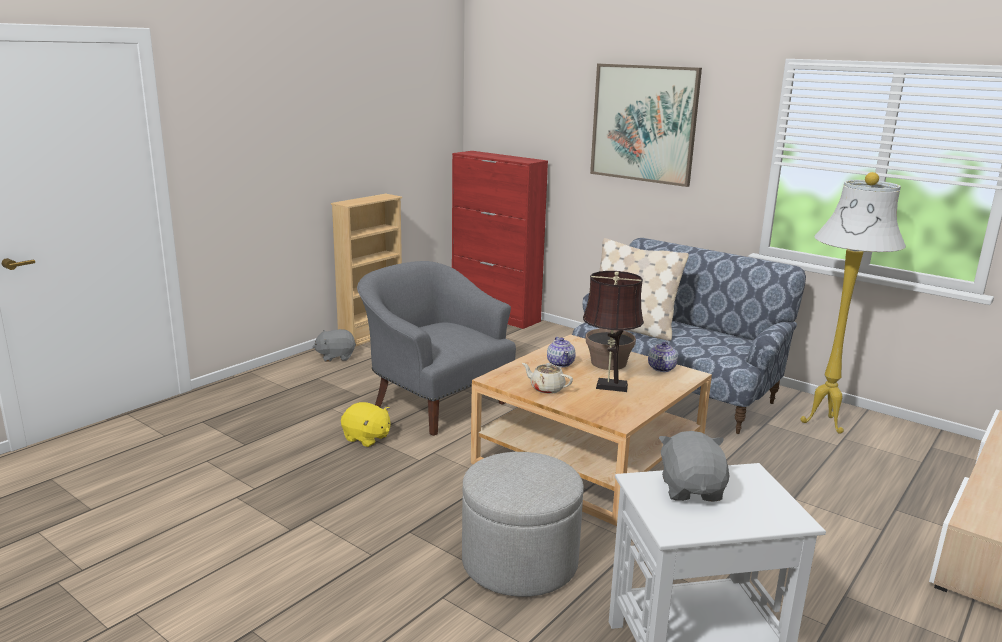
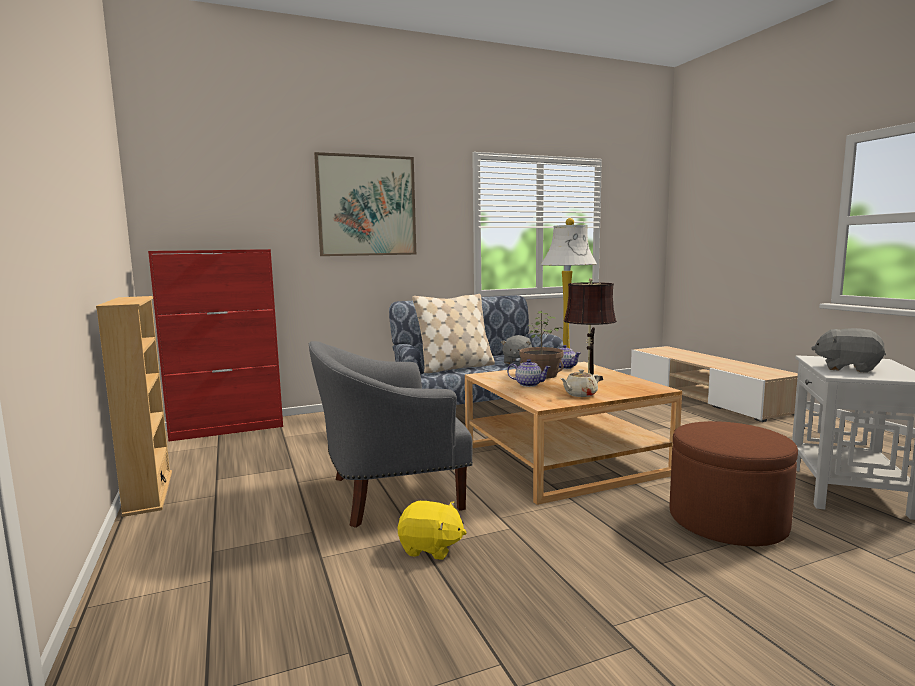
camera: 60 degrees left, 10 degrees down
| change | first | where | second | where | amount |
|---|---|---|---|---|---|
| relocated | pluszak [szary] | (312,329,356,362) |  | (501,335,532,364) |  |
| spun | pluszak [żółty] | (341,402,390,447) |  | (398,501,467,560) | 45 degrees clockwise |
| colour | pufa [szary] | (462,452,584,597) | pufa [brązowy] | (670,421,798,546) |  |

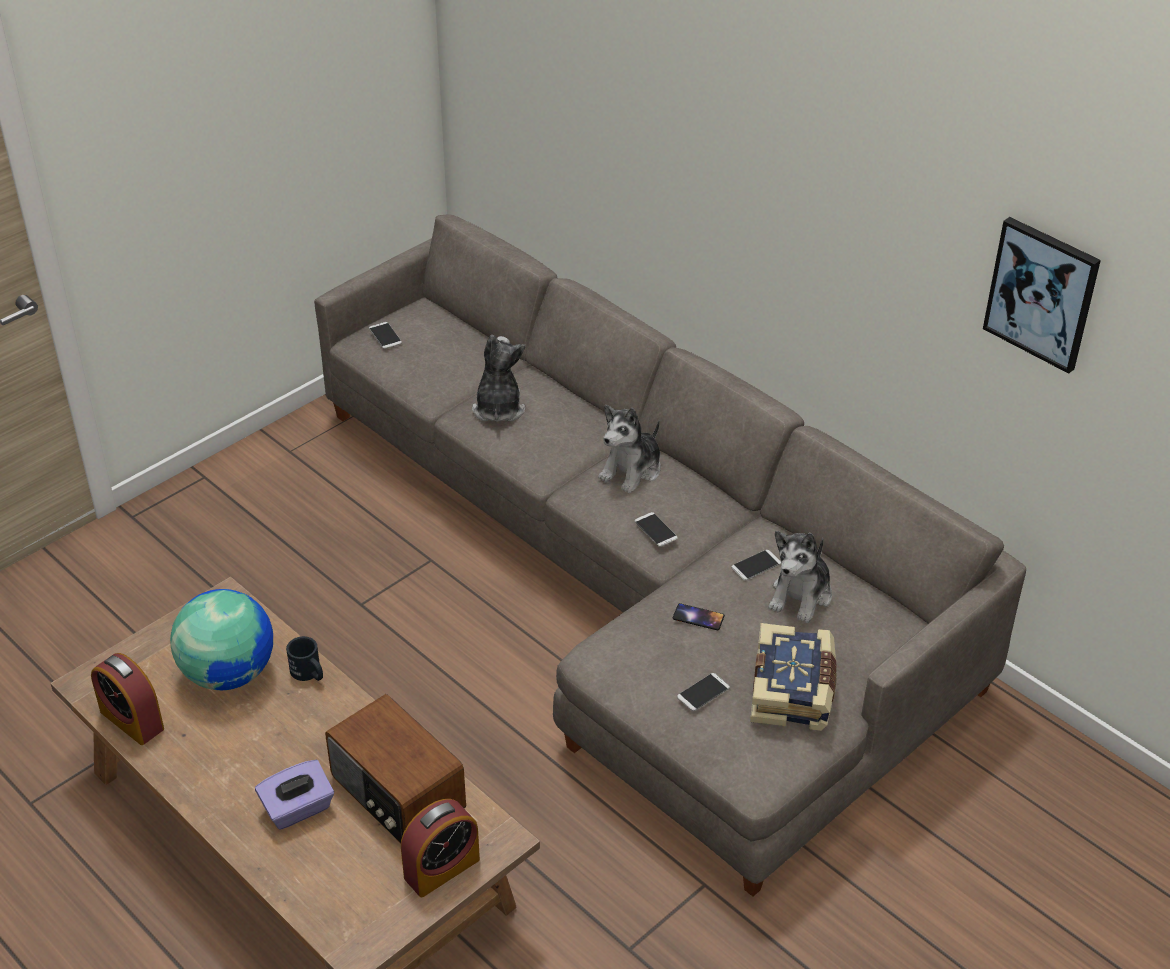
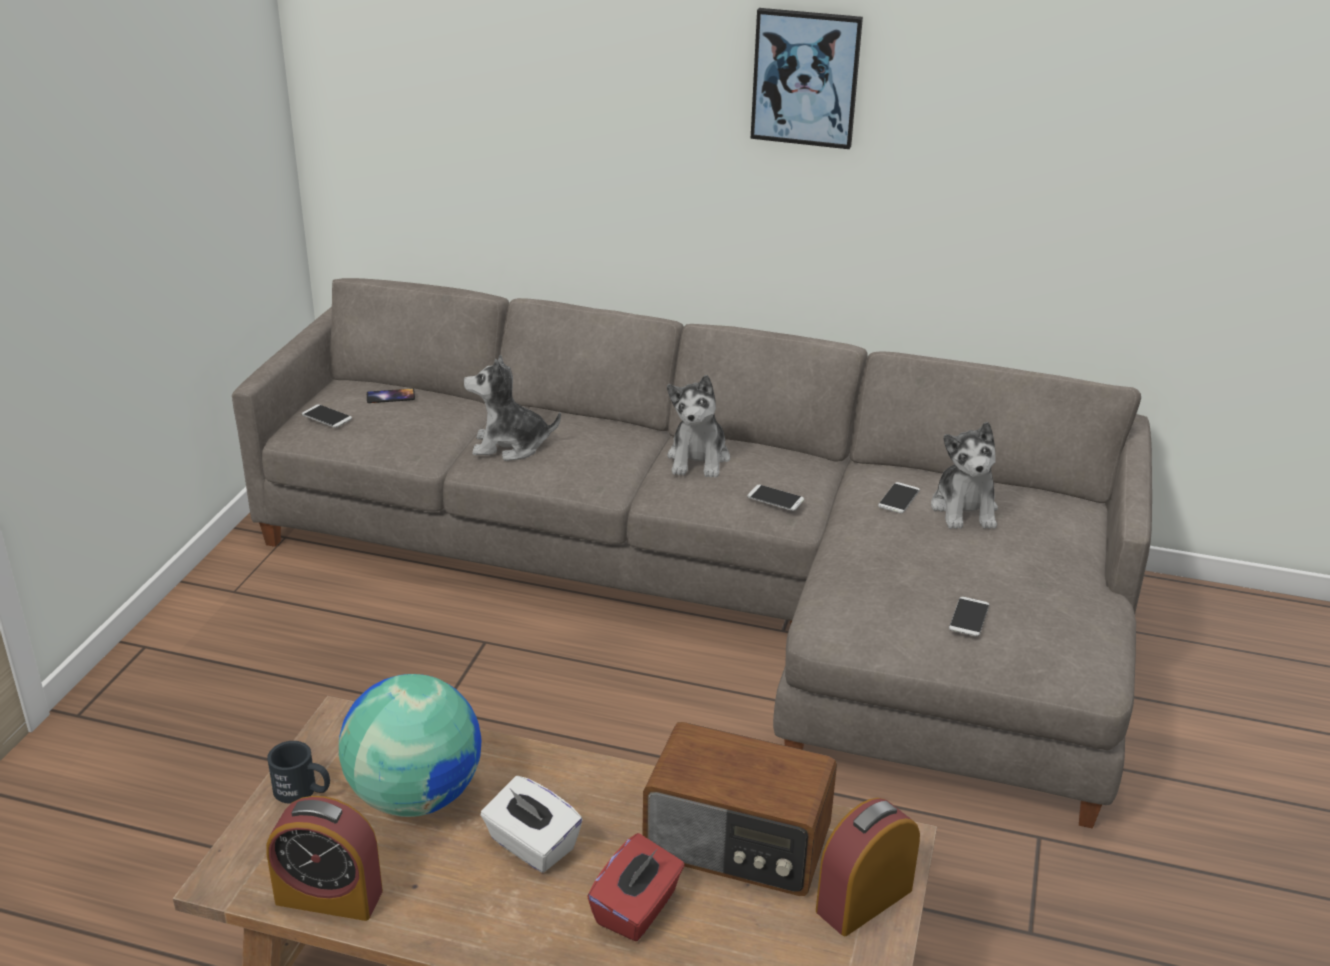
camera: 30 degrees left, 10 degrees down
| change | first | where | second | where | amount |
|---|---|---|---|---|---|
| colour | pudełko chusteczek [fioletowy] | (255,760,334,830) | pudełko chusteczek [czerwony] | (587,833,685,941) |  |
| relocated | kubek [czarny] | (286,636,323,681) |  | (267,741,330,804) |  |
| spun | budzik | (401,799,480,897) |  | (816,798,920,936) | 150 degrees counterclockwise |
| spun | pluszak | (472,335,526,422) |  | (464,355,561,461) | 60 degrees counterclockwise |
| relocated | telefon | (673,603,725,630) |  | (367,388,415,403) |  |
| missing | książka | (750,623,836,731) |  |  |  |
| relocated | obraz | (983,217,1101,374) |  | (750,8,863,149) |  |
| appeared |  |  | pudełko chusteczek [biały] | (481,776,583,873) |  |

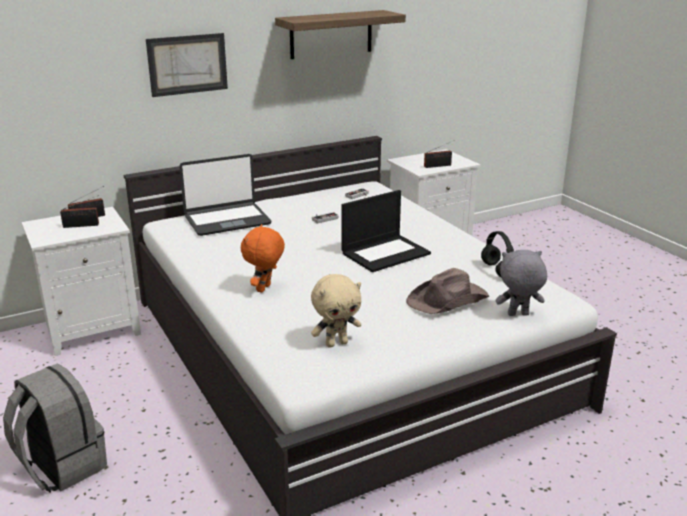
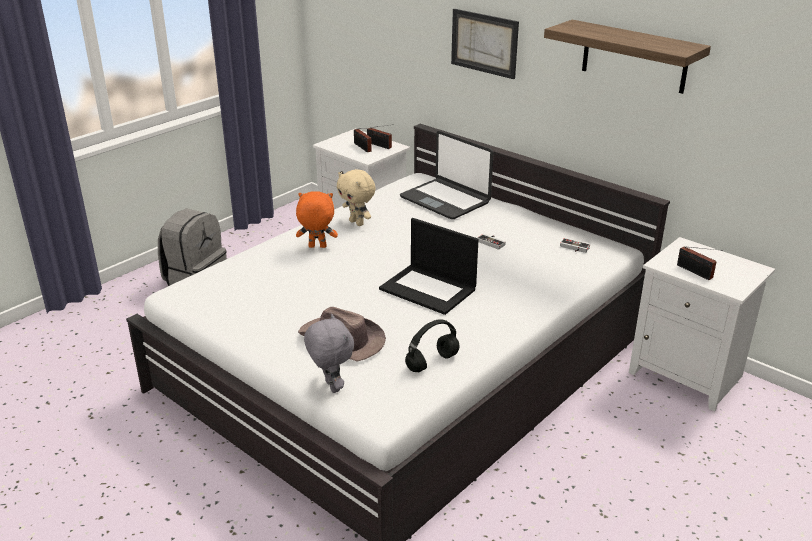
camera: 70 degrees right, 5 degrees up
| change | first | where | second | where | amount |
|---|---|---|---|---|---|
| relocated | pluszak [beżowy] | (311,274,361,348) |  | (337,169,376,226) |  |

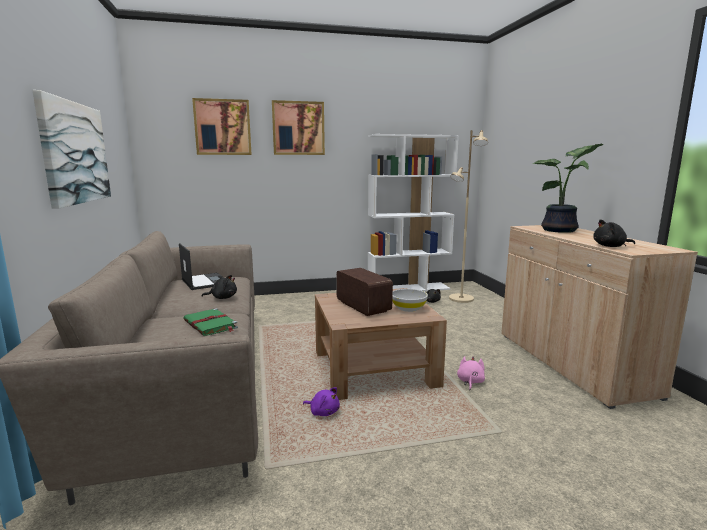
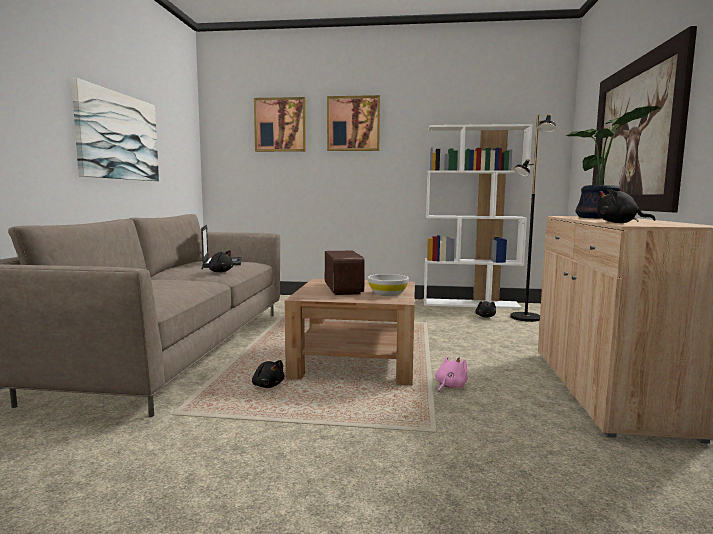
camera: 20 degrees right, 5 degrees down
| change | first | where | second | where | amount |
|---|---|---|---|---|---|
| missing | książka [zielony] | (184,308,238,336) |  |  |  |
| colour | pluszak [fioletowy] | (303,387,340,416) | pluszak [czarny] | (252,360,285,388) |  |
| colour | lampa stojąca [beżowy] | (449,130,488,303) | lampa stojąca [czarny] | (510,113,556,322) |  |
| appeared |  |  | obraz | (592,26,697,212) |  |

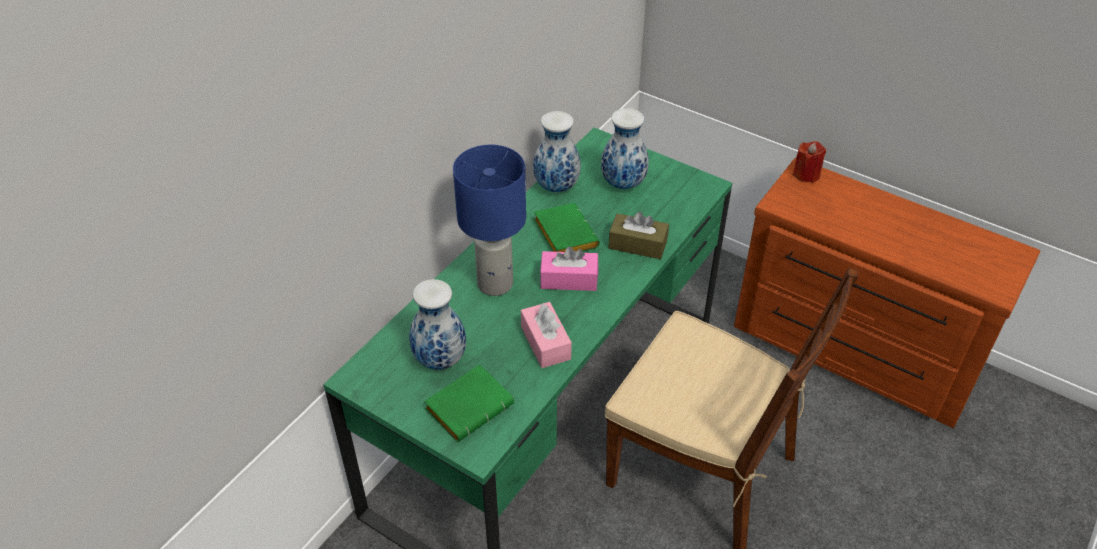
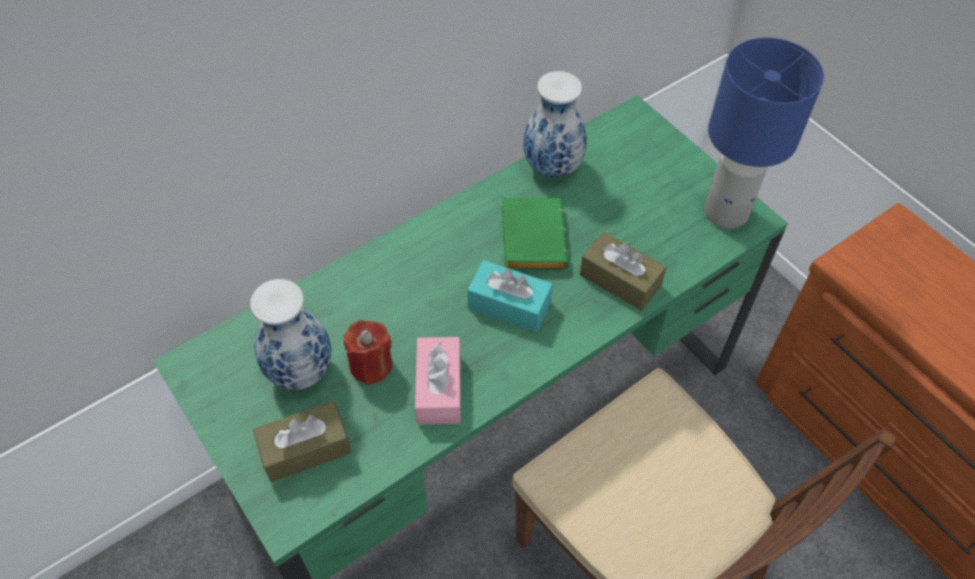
camera: 20 degrees right, 10 degrees up
| change | first | where | second | where | amount |
|---|---|---|---|---|---|
| exchanged | książka [zielony] | (424,365,514,442) | pudełko chusteczek [brązowy] | (253,401,351,482) |  |
| relocated | lampa stołowa [niebieski] | (453,145,526,296) |  | (705,38,824,229) |  |
| colour | pudełko chusteczek [różowy] | (540,246,598,291) | pudełko chusteczek [turkusowy] | (467,260,553,332) |  |
| missing | wazon | (601,108,649,189) |  |  |  |
| relocated | świeca [czerwony] | (793,141,826,183) |  | (344,321,392,385) |  |

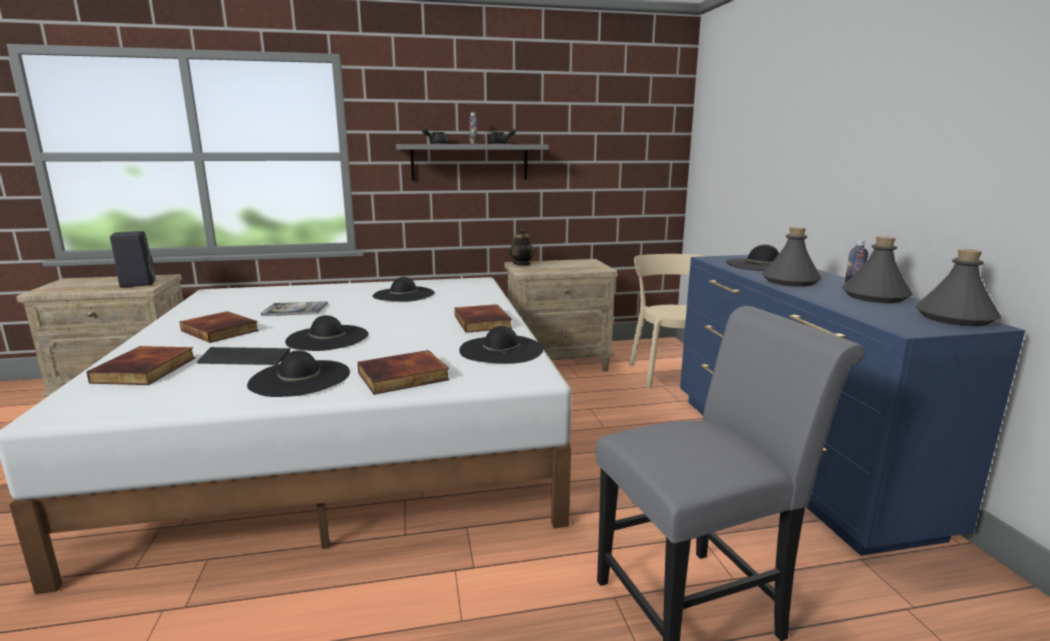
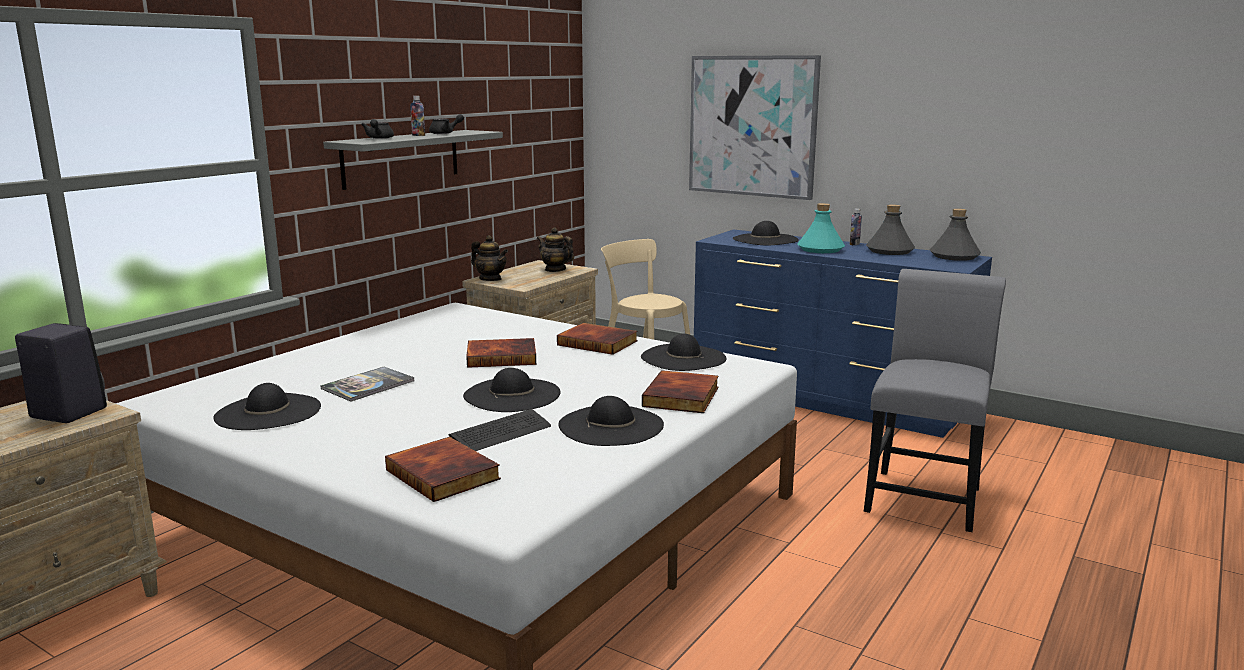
camera: 45 degrees left, 0 degrees up
| change | first | where | second | where | amount |
|---|---|---|---|---|---|
| relocated | książka | (180,311,259,343) |  | (466,338,536,368) |  |
| relocated | kapelusz [czarny] | (373,277,435,302) |  | (213,383,321,430) |  |
| colour | butelka [szary] | (762,227,822,287) | butelka [turkusowy] | (797,203,845,253) |  |
| appeared |  |  | imbryk | (537,227,574,272) |  |
| appeared |  |  | obraz | (689,55,821,200) |  |

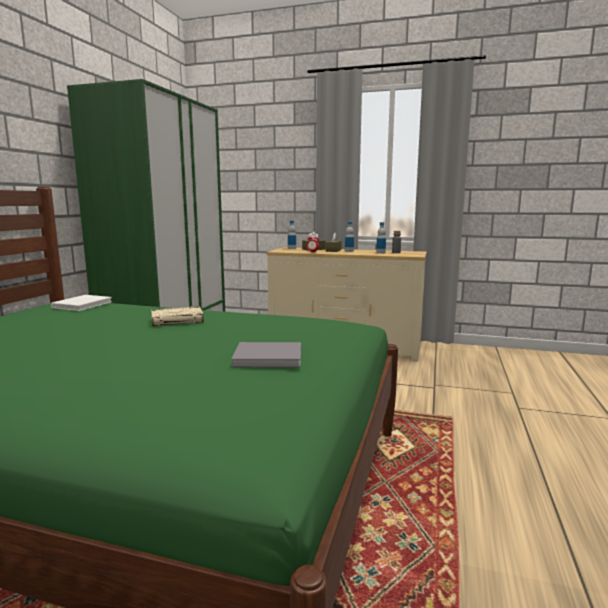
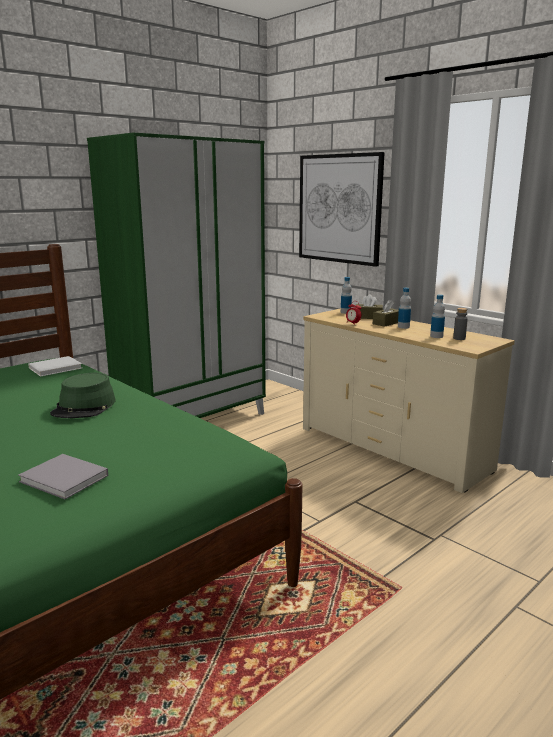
camera: 30 degrees right, 5 degrees up
| change | first | where | second | where | amount |
|---|---|---|---|---|---|
| exchanged | książka [beżowy] | (152,307,204,326) | kapelusz [zielony] | (50,373,116,418) |  |
| appeared |  |  | obraz | (299,152,385,267) |  |

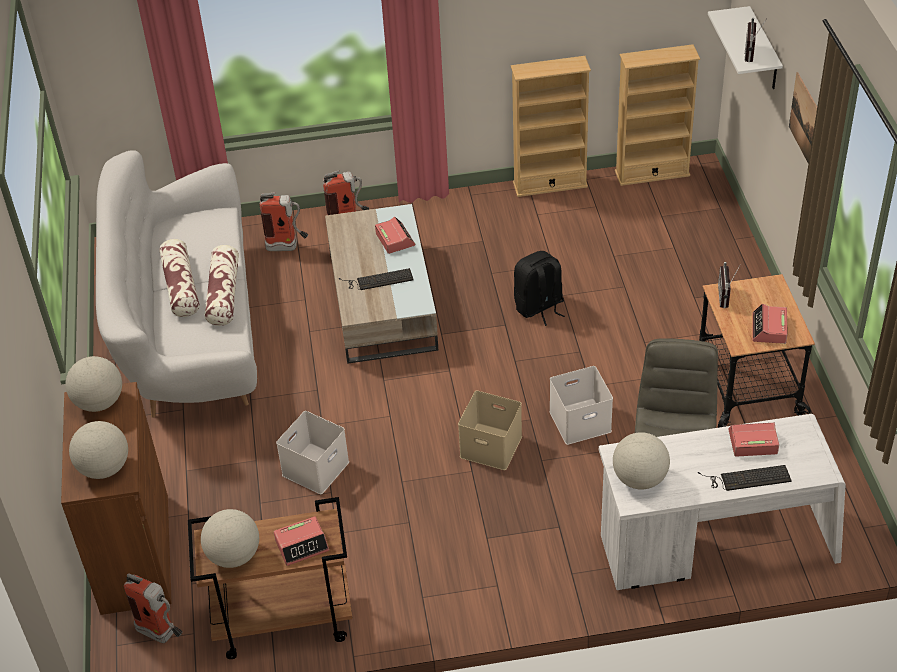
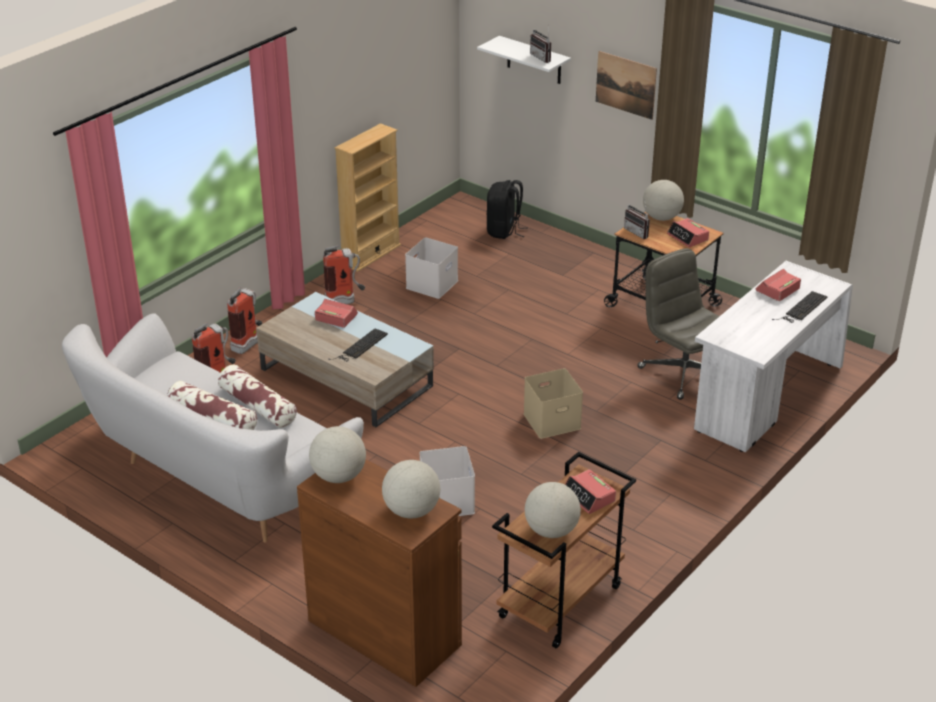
camera: 45 degrees left, 10 degrees down
| change | first | where | second | where | amount |
|---|---|---|---|---|---|
| relocated | gaśnica | (124,574,183,643) |  | (323,245,365,304) |  |
| spun | budzik | (274,516,329,566) |  | (565,469,616,514) | 120 degrees clockwise |
| relocated | plecak [czarny] | (514,251,565,326) |  | (487,180,528,239) |  |
| relocated | pojemnik do przechowywania [biały] | (549,366,613,445) |  | (405,237,458,299) |  |
| relocated | globus | (613,432,670,489) |  | (643,180,684,221) |  |
| missing | regał [beżowy] | (615,44,700,186) |  |  |  |

